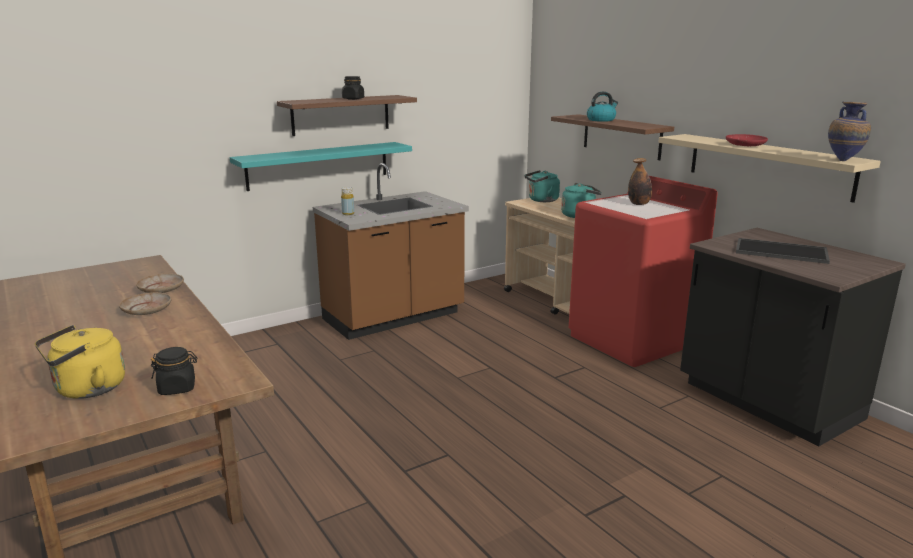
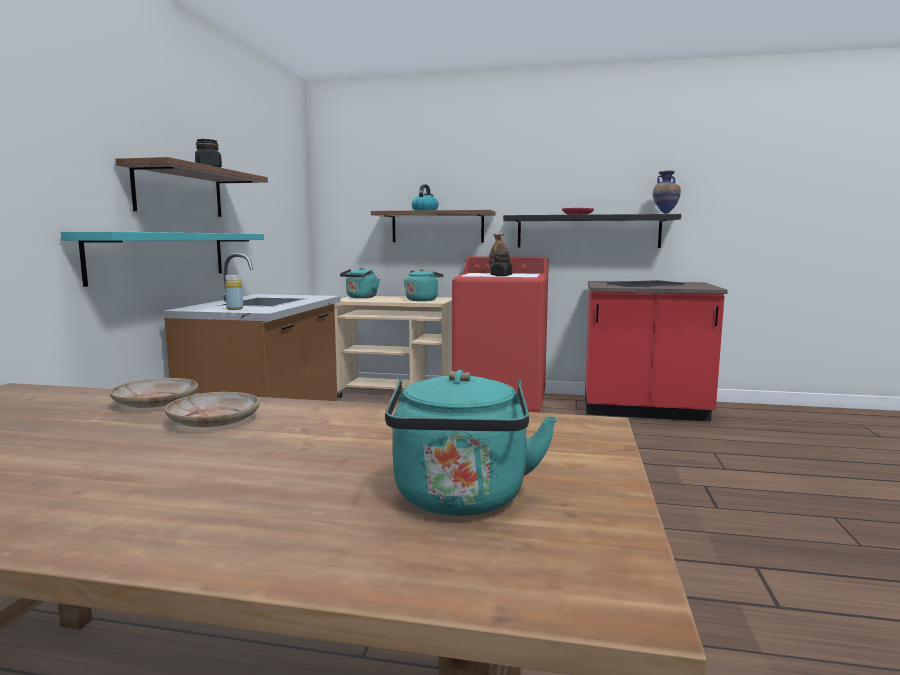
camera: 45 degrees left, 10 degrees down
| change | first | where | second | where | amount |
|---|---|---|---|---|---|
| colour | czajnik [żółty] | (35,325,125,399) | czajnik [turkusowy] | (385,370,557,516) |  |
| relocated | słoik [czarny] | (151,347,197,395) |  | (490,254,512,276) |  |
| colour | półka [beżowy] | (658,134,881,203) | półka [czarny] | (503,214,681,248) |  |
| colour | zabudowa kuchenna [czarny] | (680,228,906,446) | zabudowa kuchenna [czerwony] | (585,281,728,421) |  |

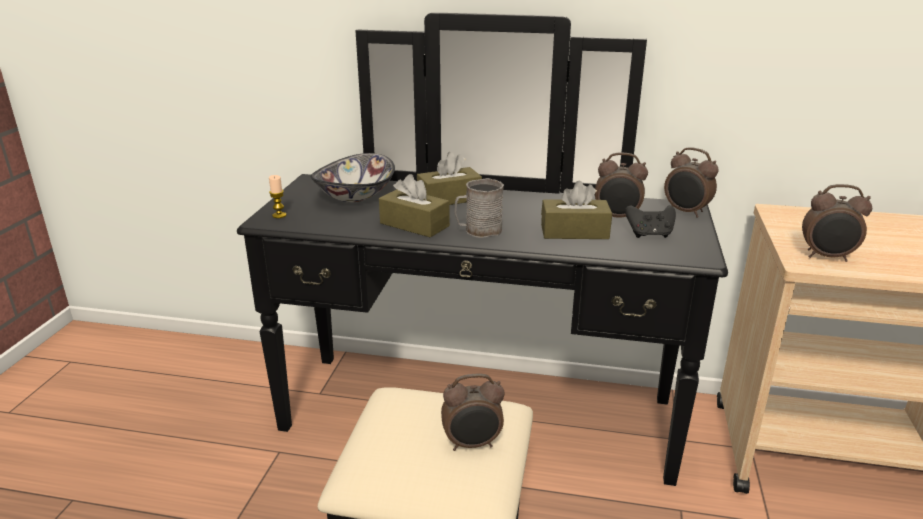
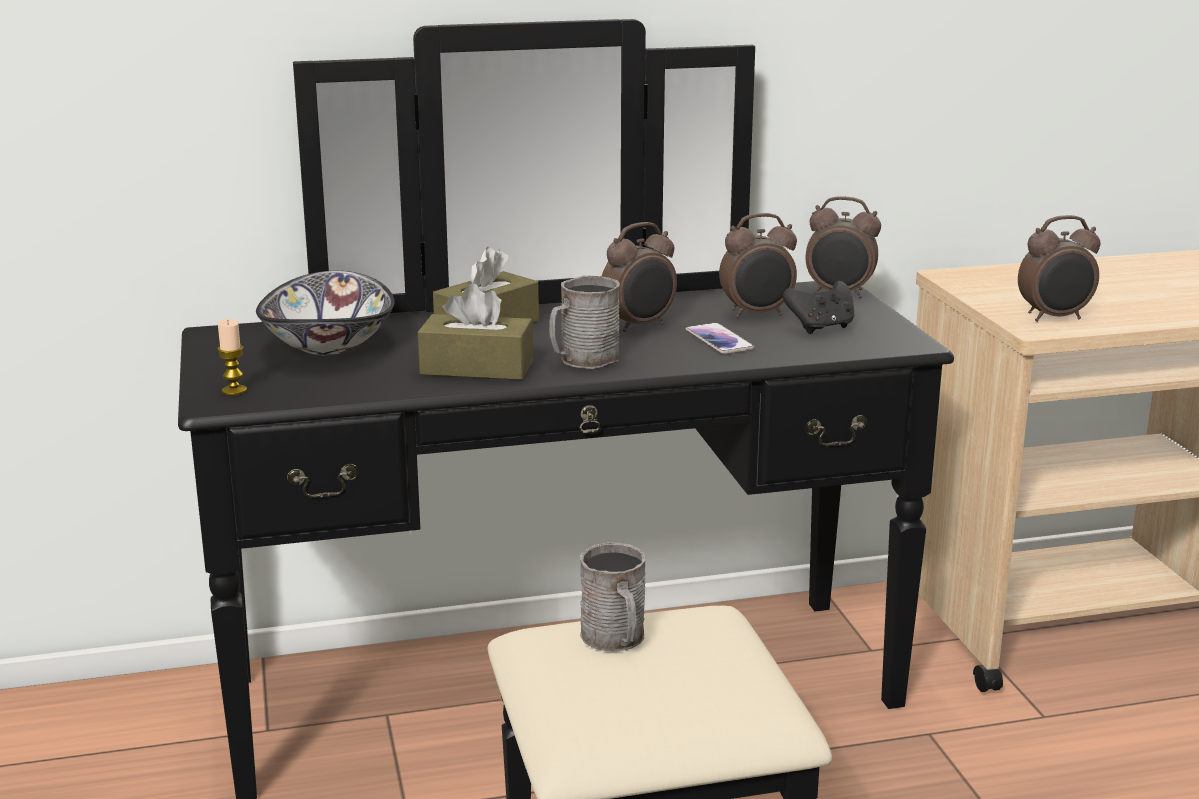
camera: 25 degrees left, 5 degrees down
| change | first | where | second | where | amount |
|---|---|---|---|---|---|
| relocated | budzik | (441,373,504,451) |  | (602,222,677,332) |  |
| exchanged | pudełko chusteczek [brązowy] | (541,181,612,239) | telefon | (686,323,754,354) |  |
| appeared |  |  | kubek [szary] | (580,542,646,652) |  |

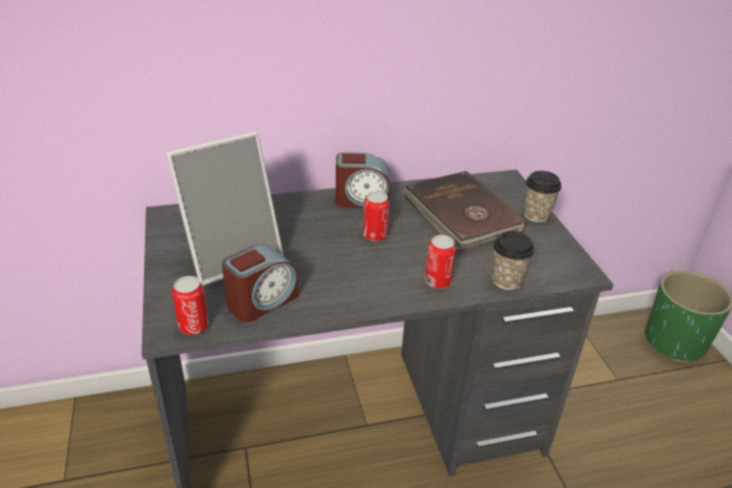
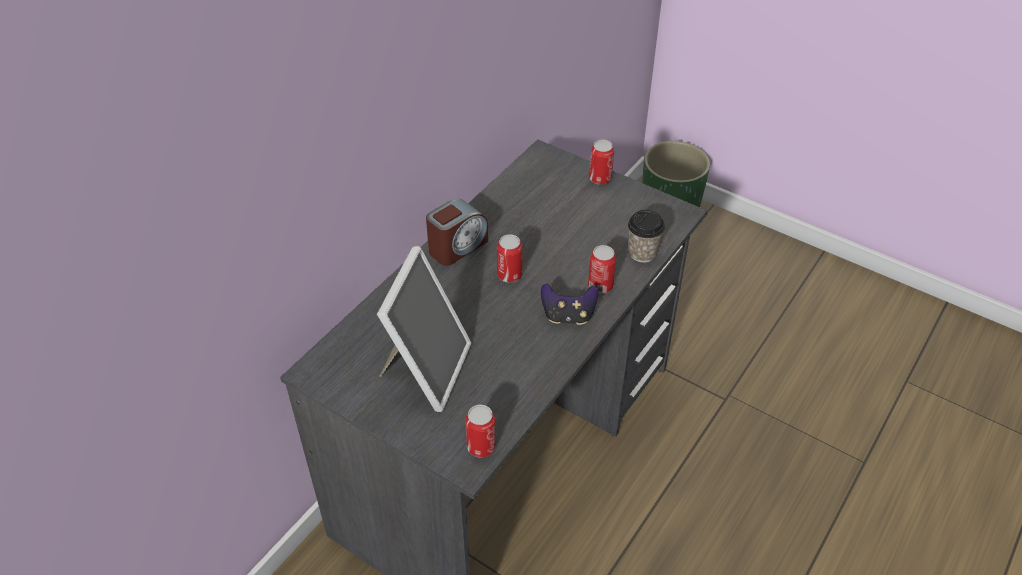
camera: 40 degrees left, 10 degrees up
| change | first | where | second | where | amount |
|---|---|---|---|---|---|
| missing | budzik | (222,244,298,322) |  |  |  |
| missing | książka [brązowy] | (403,171,526,251) |  |  |  |
| exchanged | filiżanka | (524,171,561,222) | puszka | (589,140,614,185) |  |
| appeared |  |  | pad do gier | (541,283,598,325) |  |

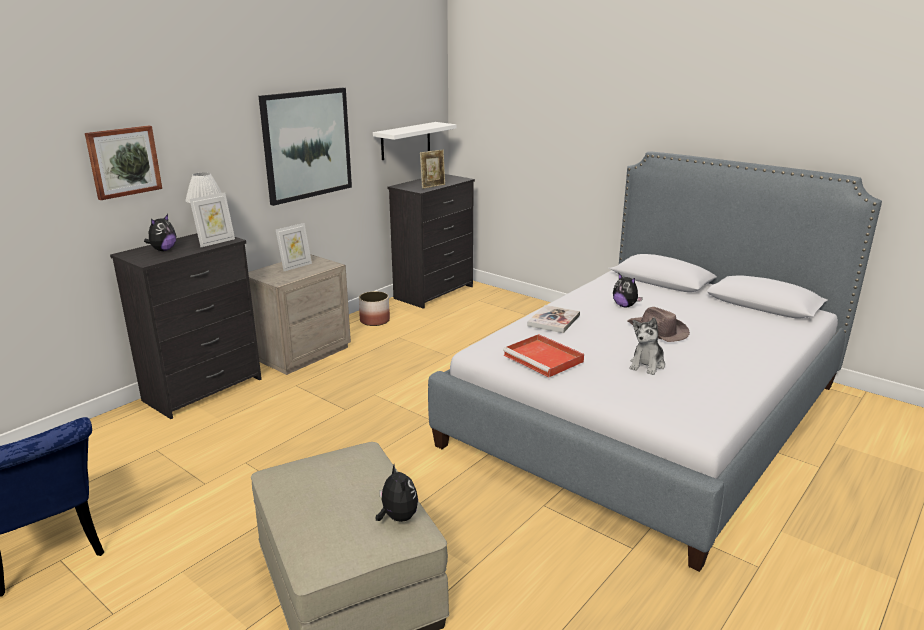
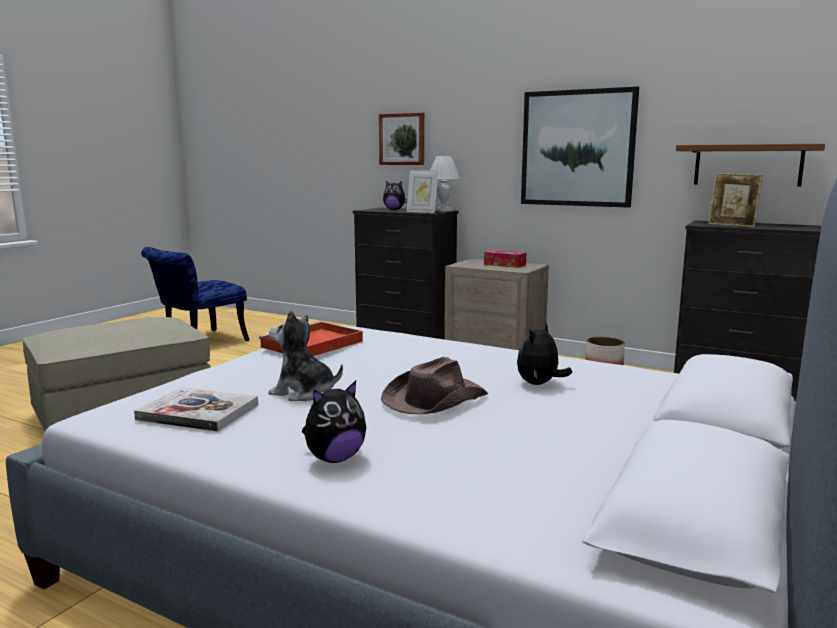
camera: 80 degrees right, 10 degrees down
| change | first | where | second | where | amount |
|---|---|---|---|---|---|
| exchanged | ramka na zdjęcie | (276,223,312,271) | pudełko chusteczek | (484,250,526,268) |  |
| colour | półka [biały] | (373,122,456,160) | półka [brązowy] | (676,144,825,186) |  |
| relocated | pluszak | (376,464,418,522) |  | (302,381,366,463) |  |
| relocated | książka | (527,305,580,333) |  | (134,387,258,432) |  |

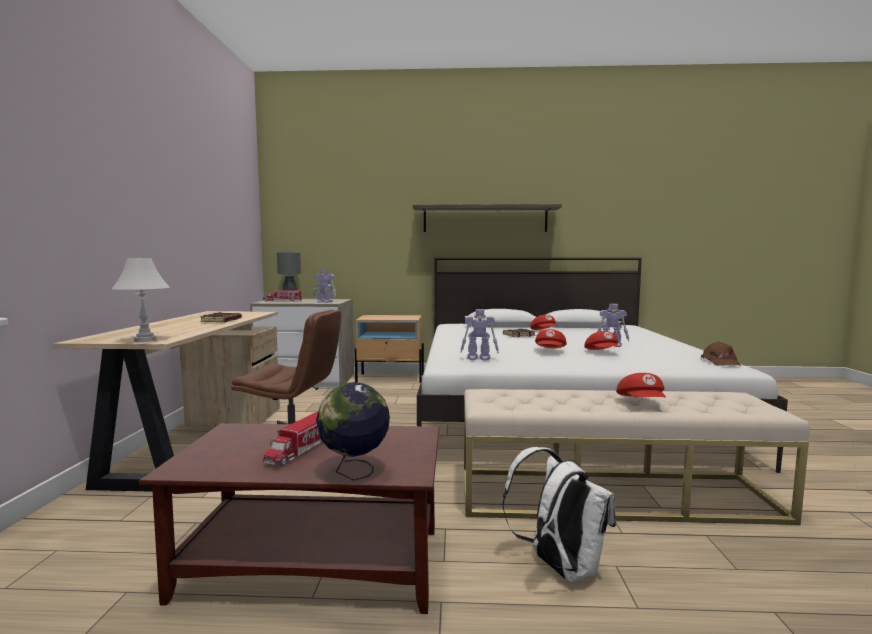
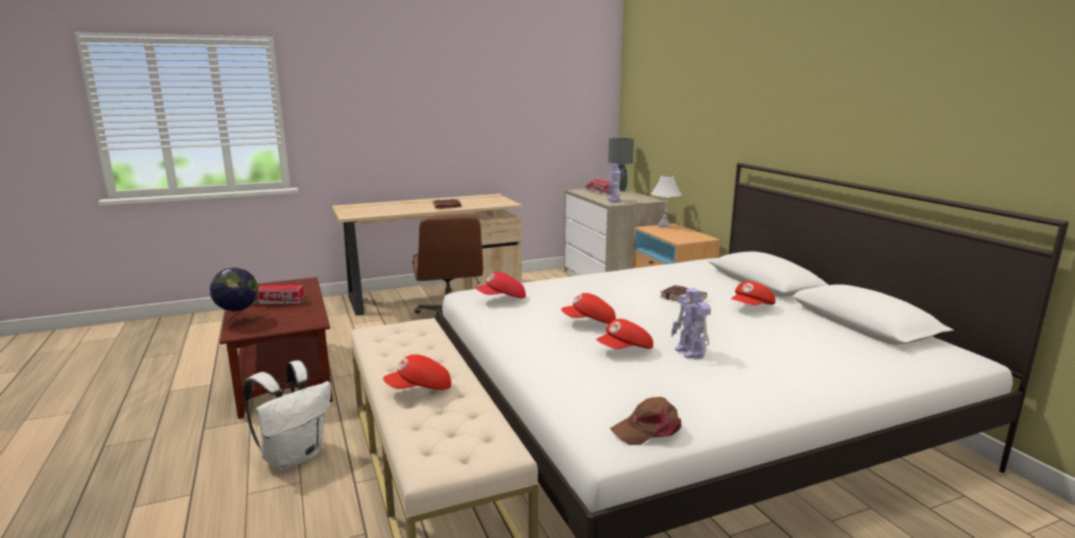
camera: 65 degrees right, 10 degrees up
| change | first | where | second | where | amount |
|---|---|---|---|---|---|
| relocated | lampa stołowa [biały] | (112,258,170,342) |  | (651,175,682,227) |  |
| missing | półka | (413,204,562,232) |  |  |  |
| exchanged | robot zabawkowy | (460,309,499,360) | czapka z daszkiem [czerwony] | (476,272,526,298) |  |

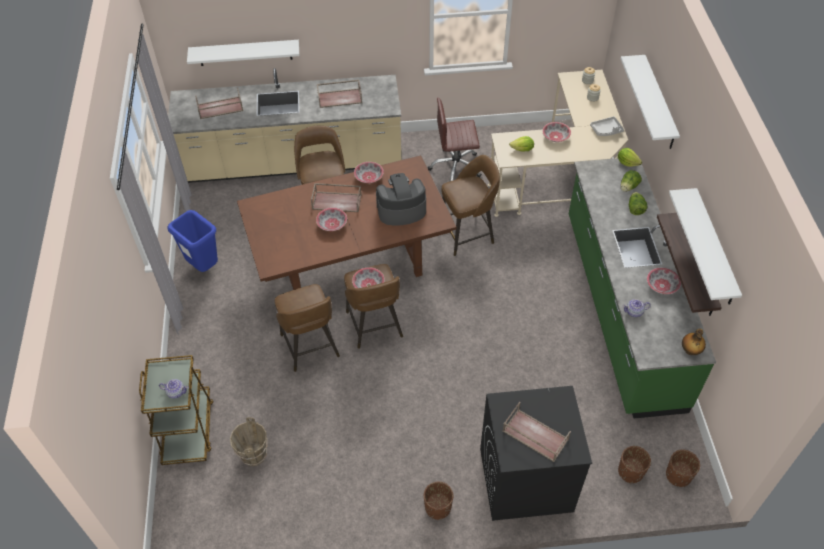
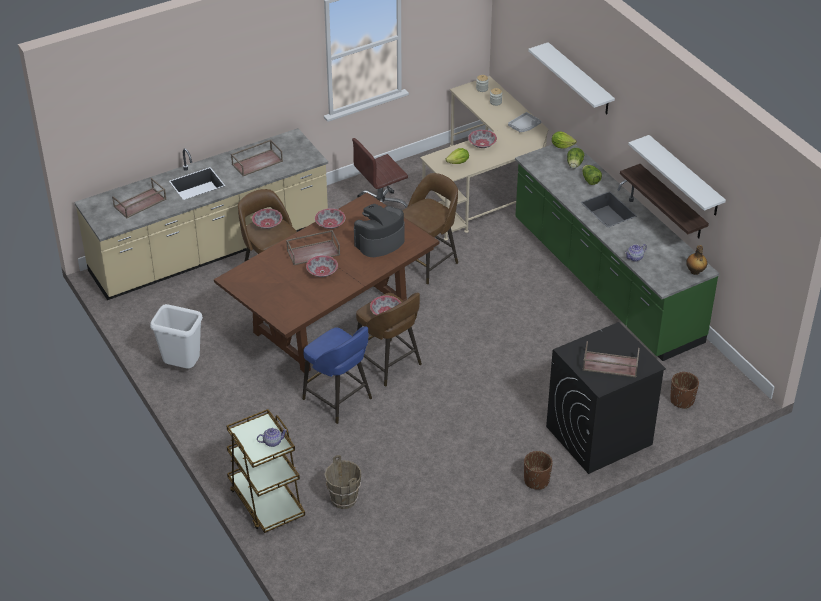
camera: 25 degrees left, 10 degrees down
| change | first | where | second | where | amount |
|---|---|---|---|---|---|
| colour | kosz na śmieci [niebieski] | (168,210,218,272) | kosz na śmieci [biały] | (150,304,203,369) |  |
| missing | półka [biały] | (187,40,299,66) |  |  |  |
| colour | stołek [brązowy] | (275,284,340,372) | stołek [niebieski] | (302,326,372,424) |  |
| relocated | miska | (647,268,681,294) |  | (252,209,282,229) |  |
| missing | donica [brązowy] | (666,449,700,487) |  |  |  |

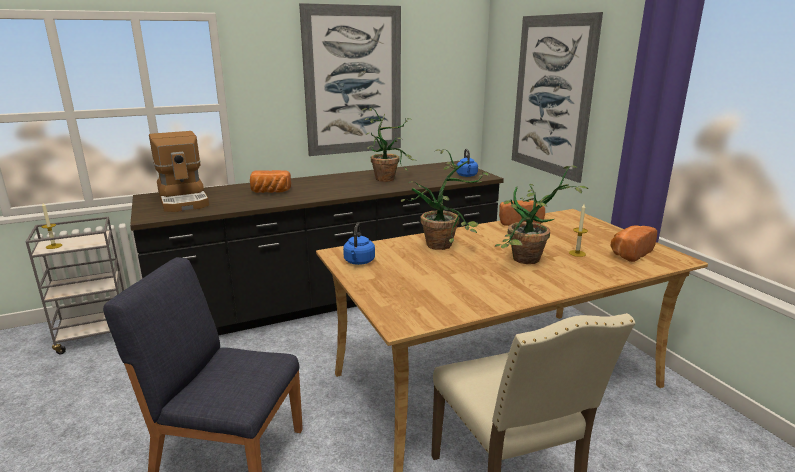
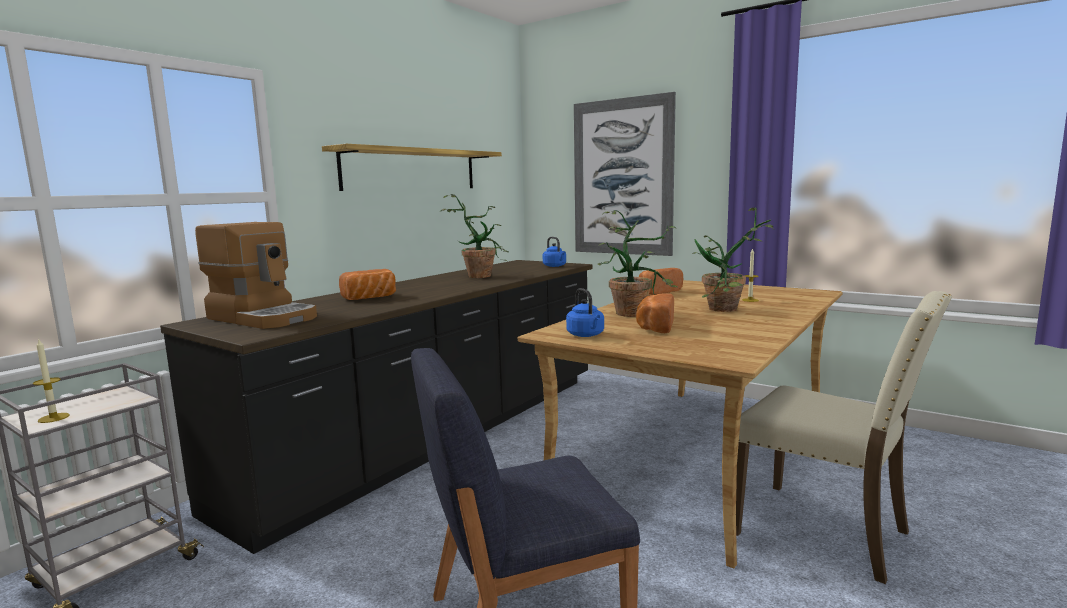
camera: 30 degrees left, 10 degrees down
| change | first | where | second | where | amount |
|---|---|---|---|---|---|
| exchanged | obraz | (299,3,401,156) | półka | (322,144,502,191) |  |
| relocated | chleb | (610,226,657,262) |  | (636,293,674,333) |  |

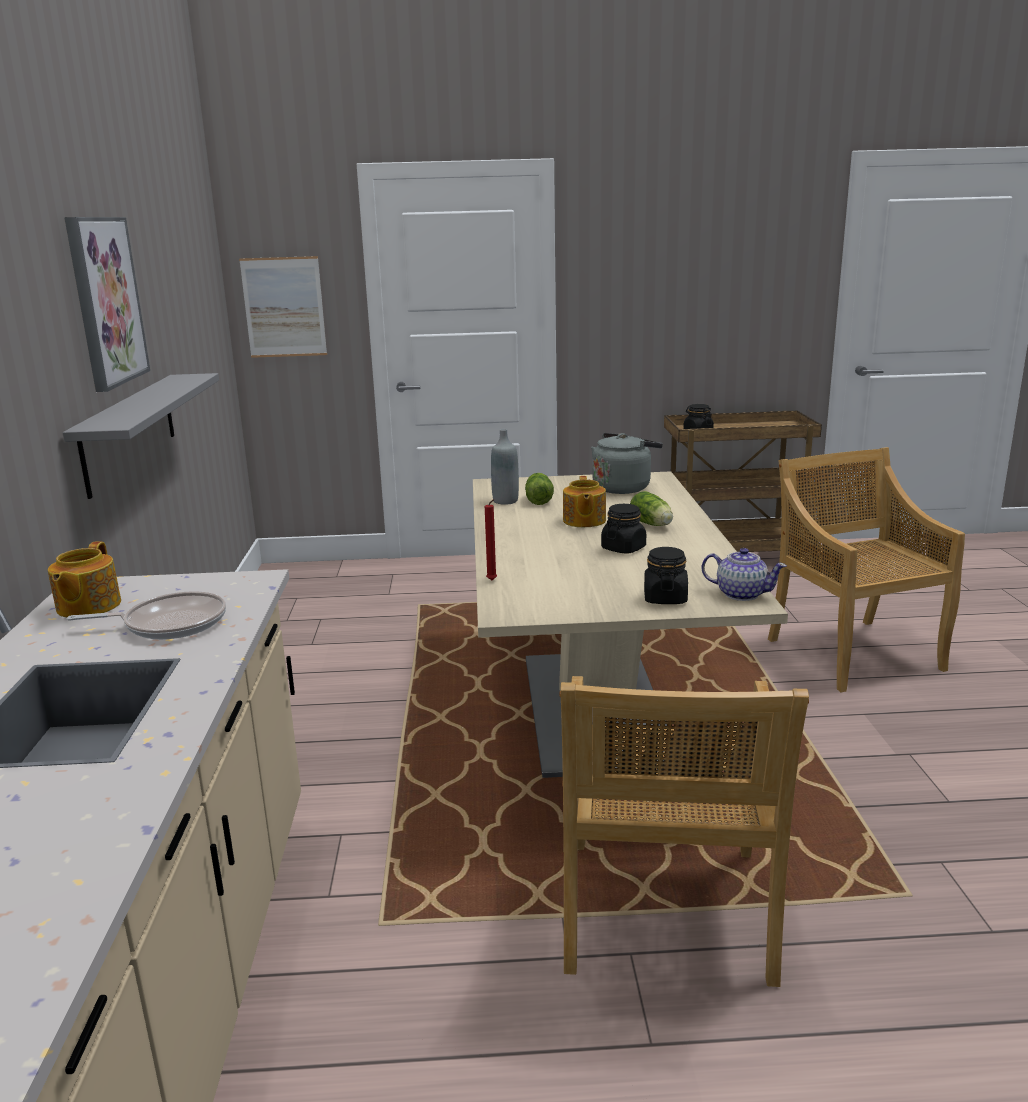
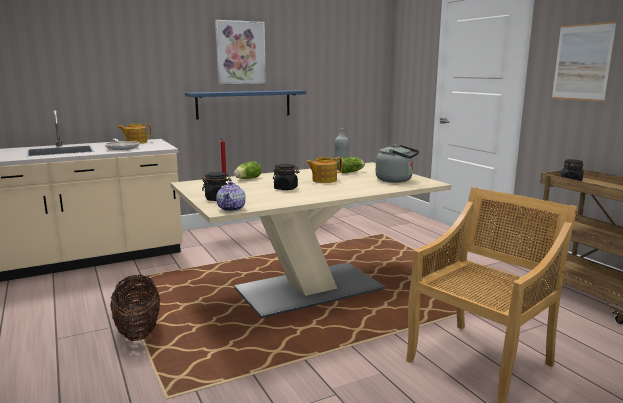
camera: 65 degrees right, 5 degrees down
| change | first | where | second | where | amount |
|---|---|---|---|---|---|
| colour | półka [szary] | (63,373,219,499) | półka [niebieski] | (185,90,306,120) |  |
| relocated | obraz | (239,256,327,358) |  | (552,21,617,101) |  |
| exchanged | krzesło [beżowy] | (559,676,809,987) | koszyk | (110,275,160,341) |  |
| relocated | sałata | (630,491,673,526) |  | (234,161,262,179) |  |

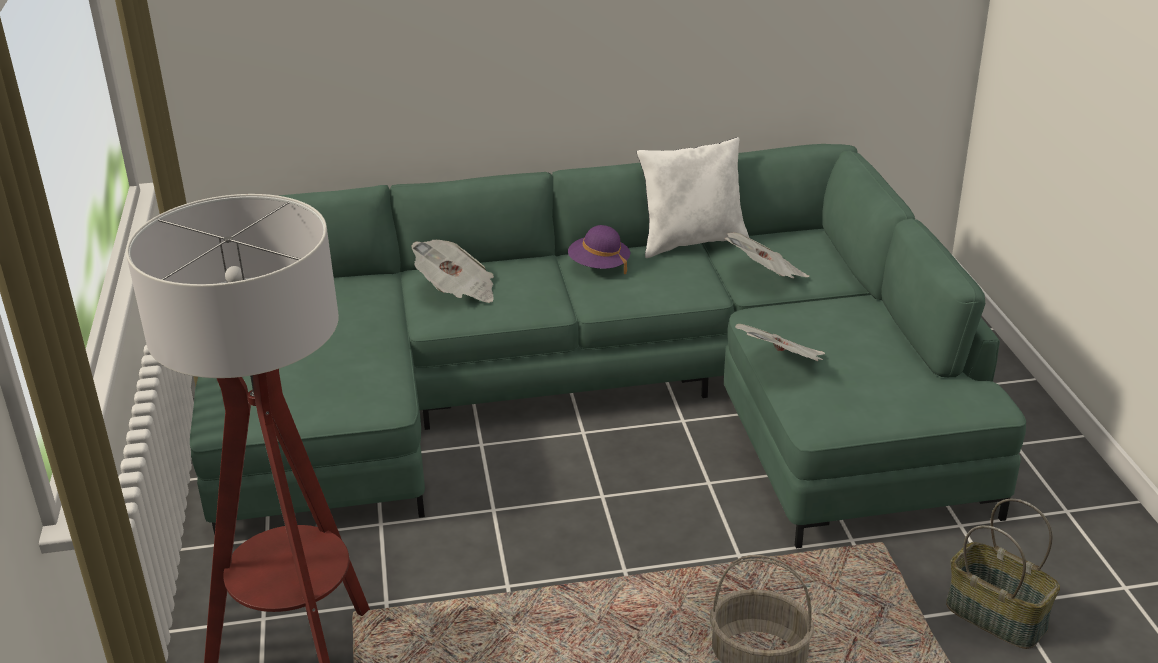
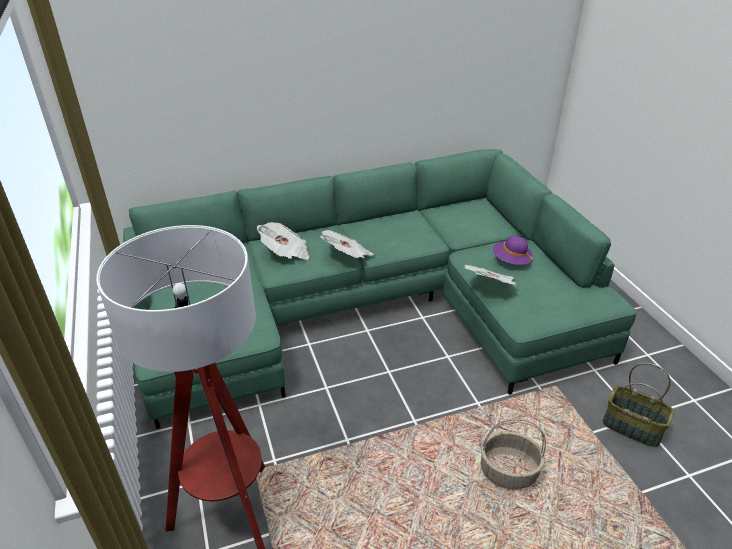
camera: 10 degrees left, 5 degrees up
| change | first | where | second | where | amount |
|---|---|---|---|---|---|
| relocated | kapelusz [fioletowy] | (568,225,630,274) |  | (493,236,532,265) |  |
| missing | poduszka [biały] | (637,137,749,258) |  |  |  |
| relocated | gazeta | (725,233,809,278) |  | (320,230,374,258) |  |

